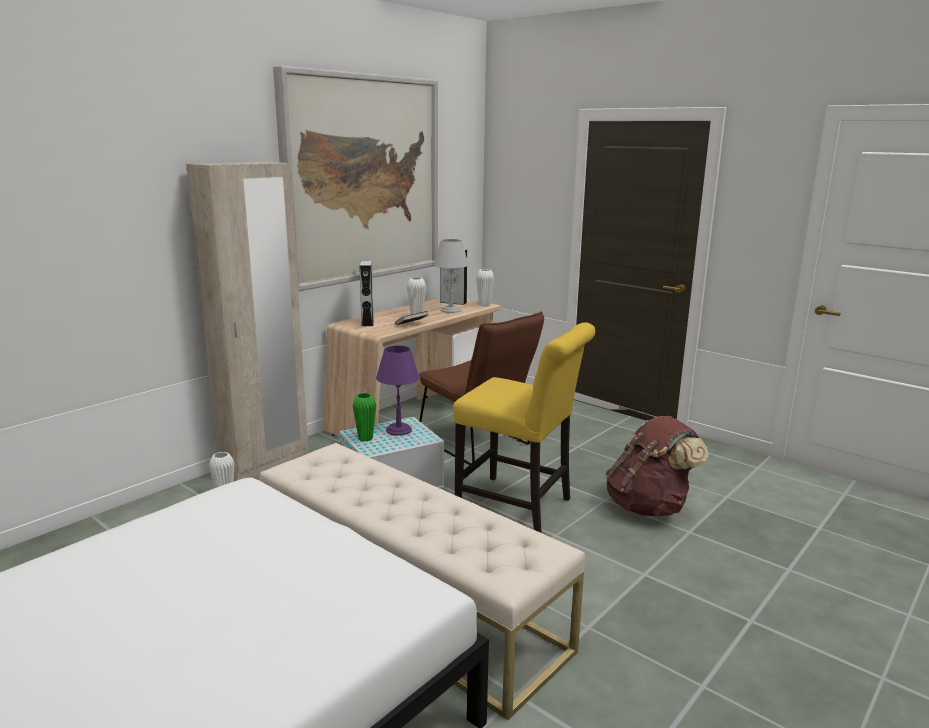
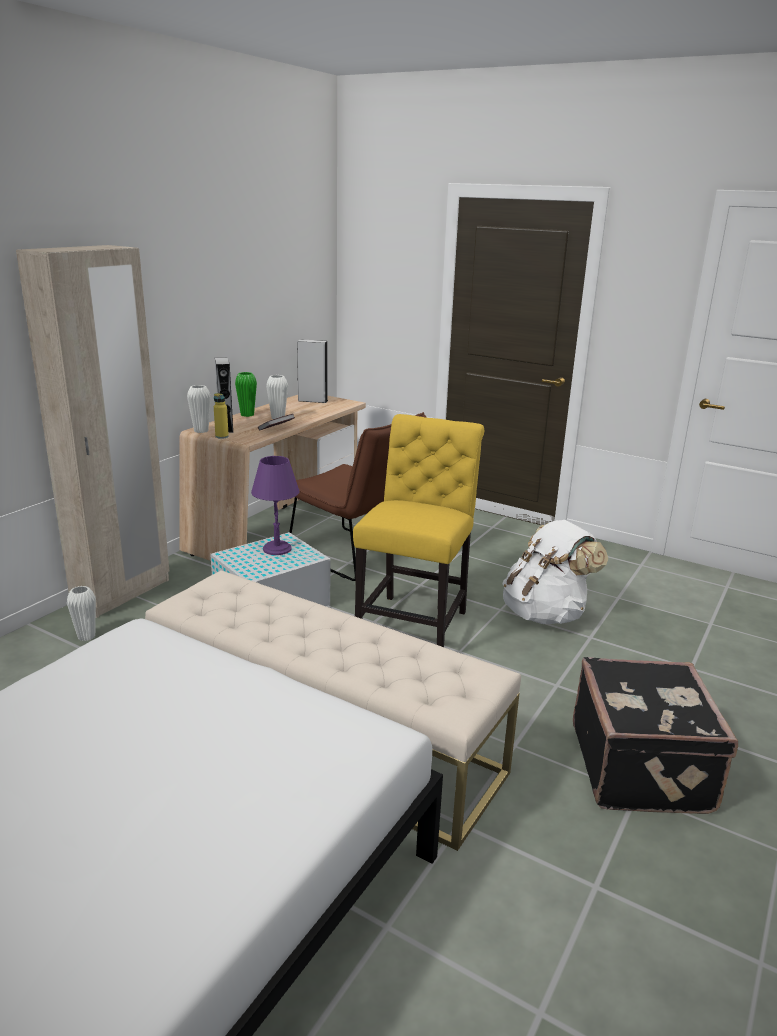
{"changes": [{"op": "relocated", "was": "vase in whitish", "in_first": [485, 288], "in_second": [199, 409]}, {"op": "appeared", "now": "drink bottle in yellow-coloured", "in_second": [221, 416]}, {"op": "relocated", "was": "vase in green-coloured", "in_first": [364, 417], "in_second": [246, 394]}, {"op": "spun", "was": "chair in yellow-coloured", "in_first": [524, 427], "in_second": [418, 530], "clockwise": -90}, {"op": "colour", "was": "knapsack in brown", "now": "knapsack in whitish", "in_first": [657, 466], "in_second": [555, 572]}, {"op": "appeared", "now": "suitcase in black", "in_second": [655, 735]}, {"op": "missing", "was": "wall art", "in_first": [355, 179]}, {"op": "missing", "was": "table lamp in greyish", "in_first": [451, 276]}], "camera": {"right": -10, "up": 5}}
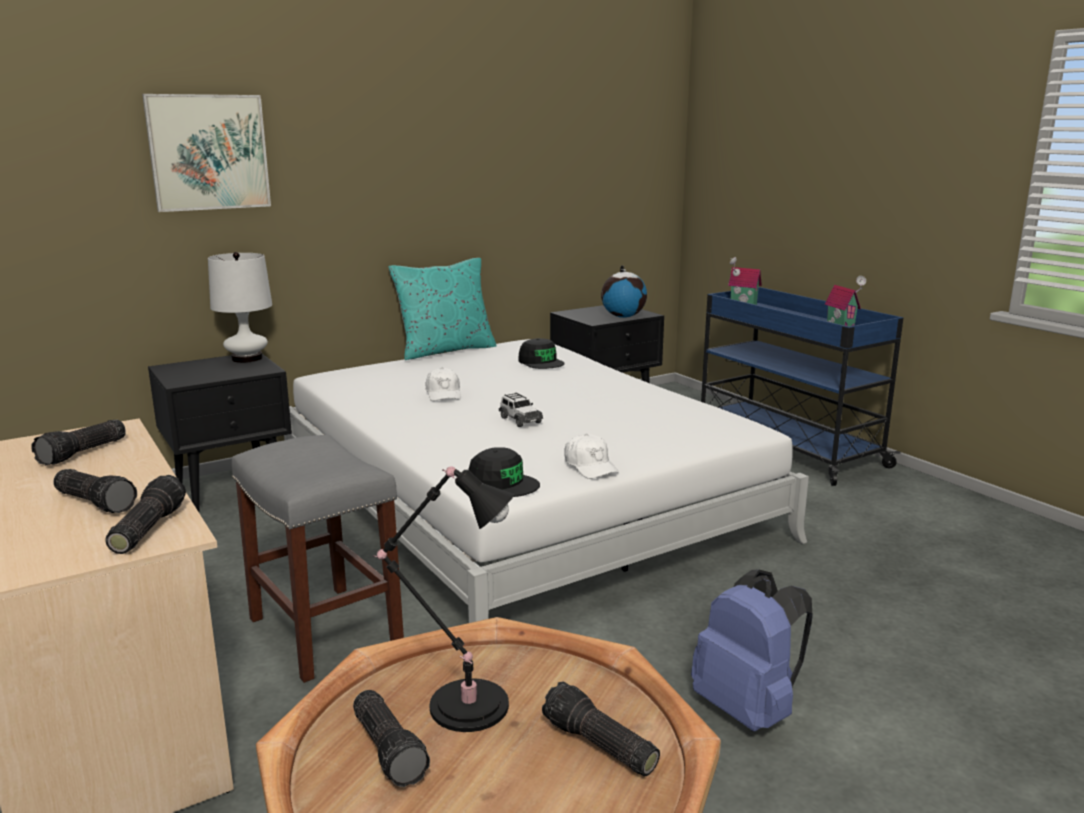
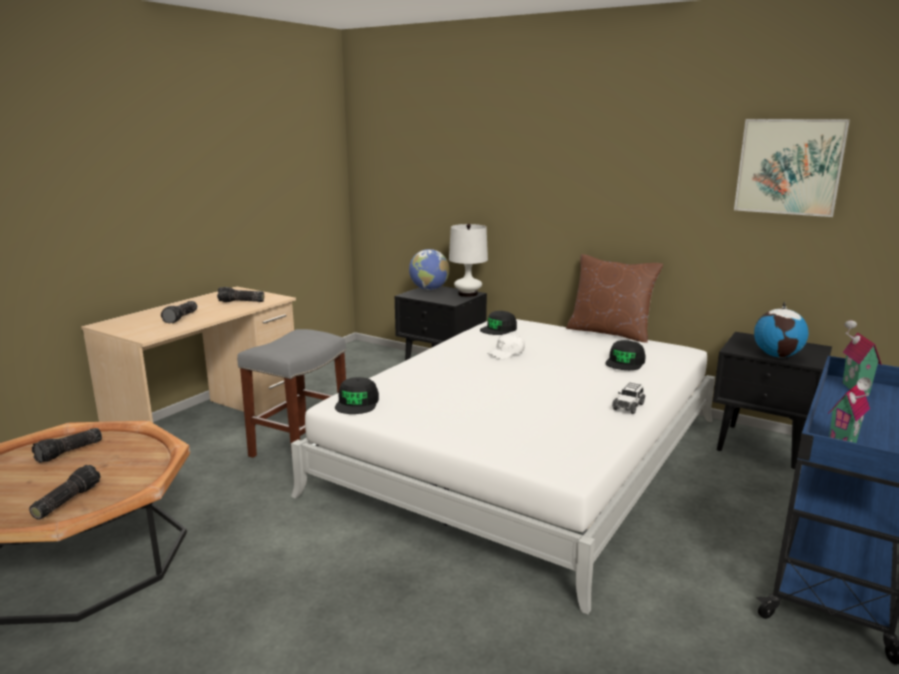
{"changes": [{"op": "appeared", "now": "globe", "in_second": [429, 269]}, {"op": "appeared", "now": "peaked cap in black", "in_second": [498, 323]}, {"op": "colour", "was": "cushion in turquoise", "now": "cushion in brown", "in_first": [443, 309], "in_second": [614, 298]}, {"op": "relocated", "was": "toy car", "in_first": [521, 409], "in_second": [628, 398]}, {"op": "relocated", "was": "wall art", "in_first": [206, 153], "in_second": [792, 168]}, {"op": "missing", "was": "flashlight", "in_first": [145, 514]}, {"op": "missing", "was": "table lamp in black", "in_first": [444, 599]}, {"op": "missing", "was": "peaked cap in whitish", "in_first": [592, 456]}, {"op": "missing", "was": "knapsack in blue-coloured", "in_first": [752, 650]}], "camera": {"right": 65, "up": 0}}
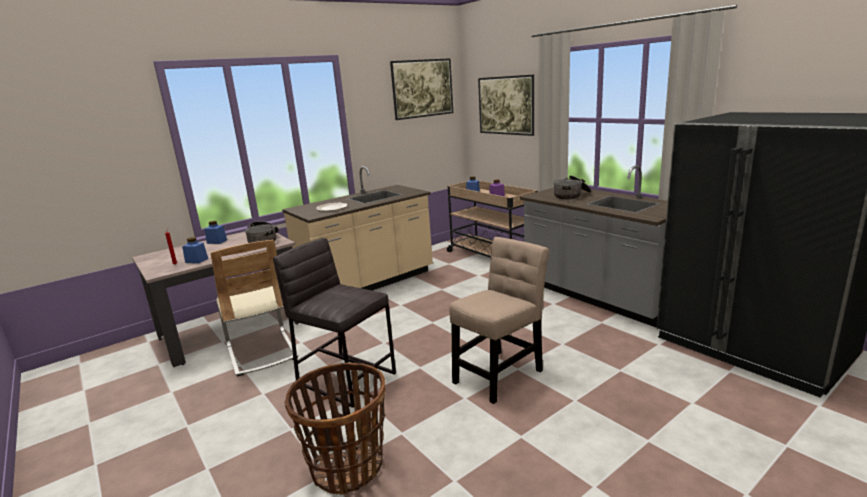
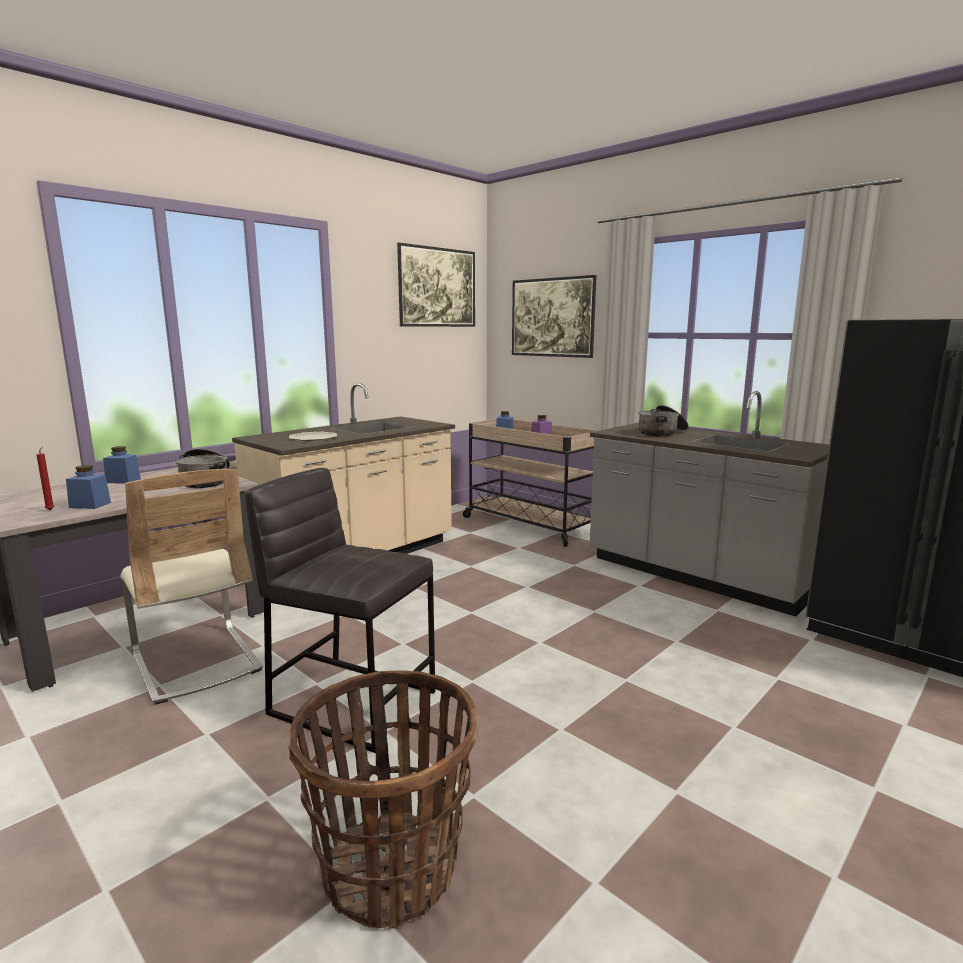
{"changes": [{"op": "missing", "was": "chair in beige", "in_first": [499, 320]}], "camera": {"right": -10, "up": -5}}
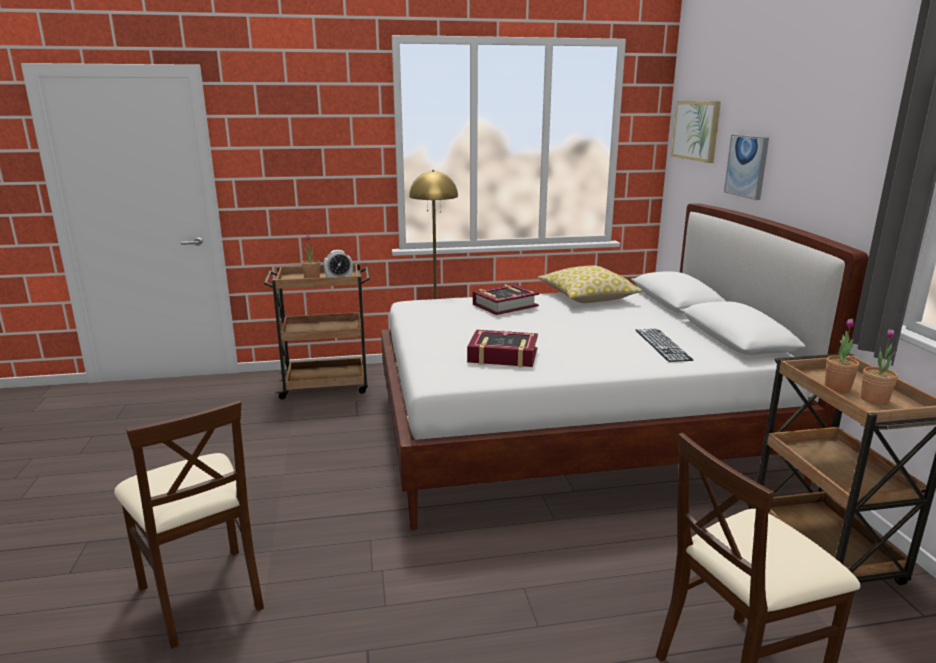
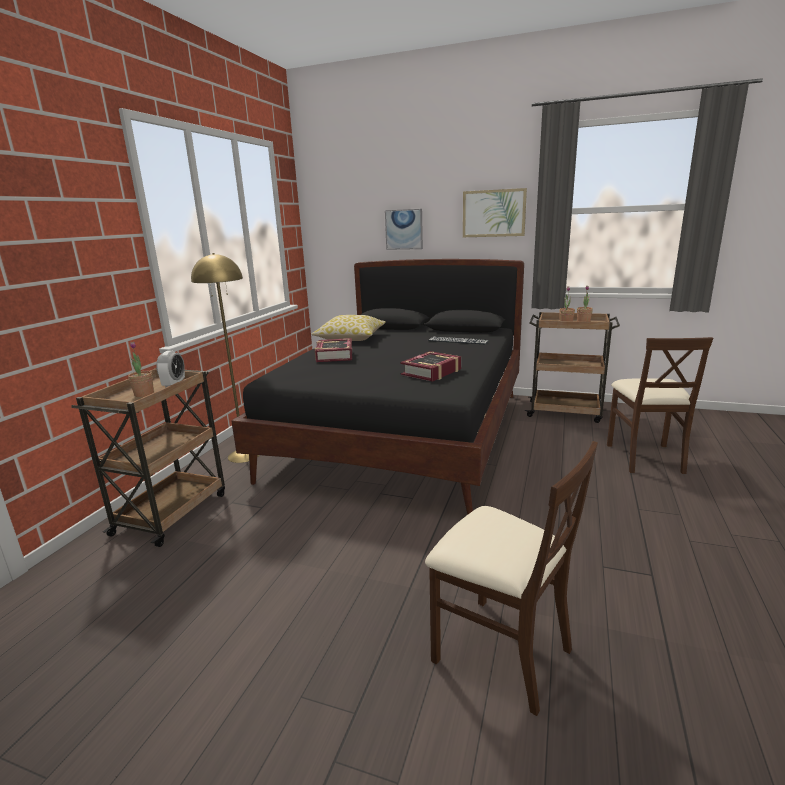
{"changes": [{"op": "colour", "was": "sleeping bed in whitish", "now": "sleeping bed in black", "in_first": [625, 366], "in_second": [377, 387]}, {"op": "spun", "was": "chair in beige", "in_first": [189, 524], "in_second": [511, 578], "clockwise": 45}, {"op": "relocated", "was": "wall art", "in_first": [696, 132], "in_second": [495, 212]}], "camera": {"right": -60, "up": 0}}
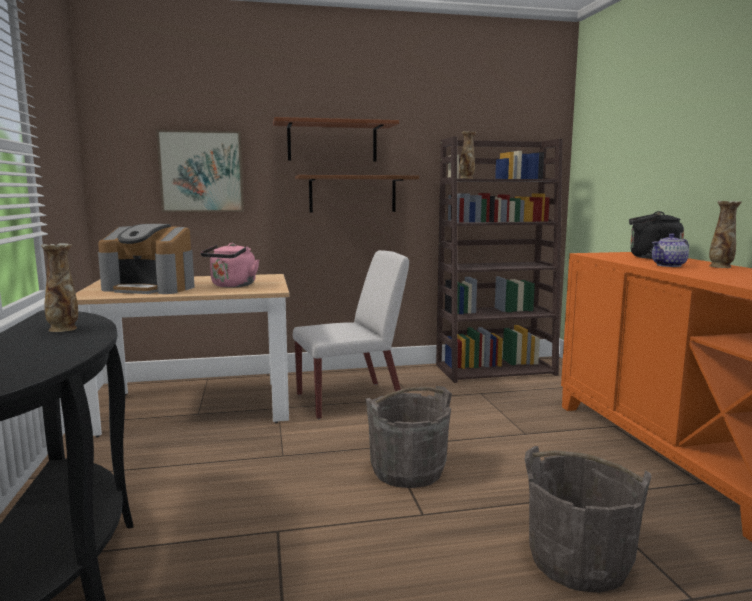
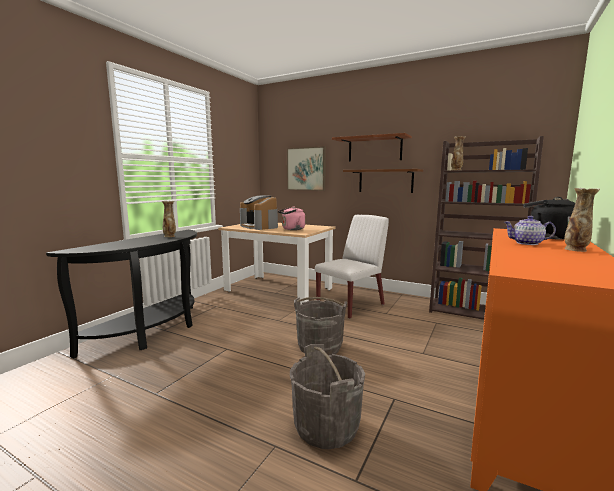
{"changes": [{"op": "spun", "was": "chair in whitish", "in_first": [351, 334], "in_second": [352, 267], "clockwise": -60}], "camera": {"right": 40, "up": 0}}
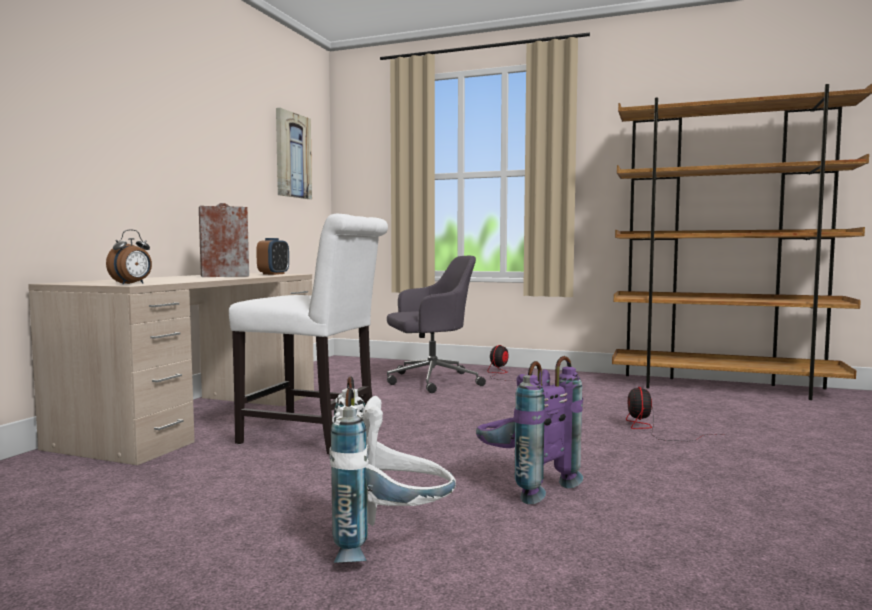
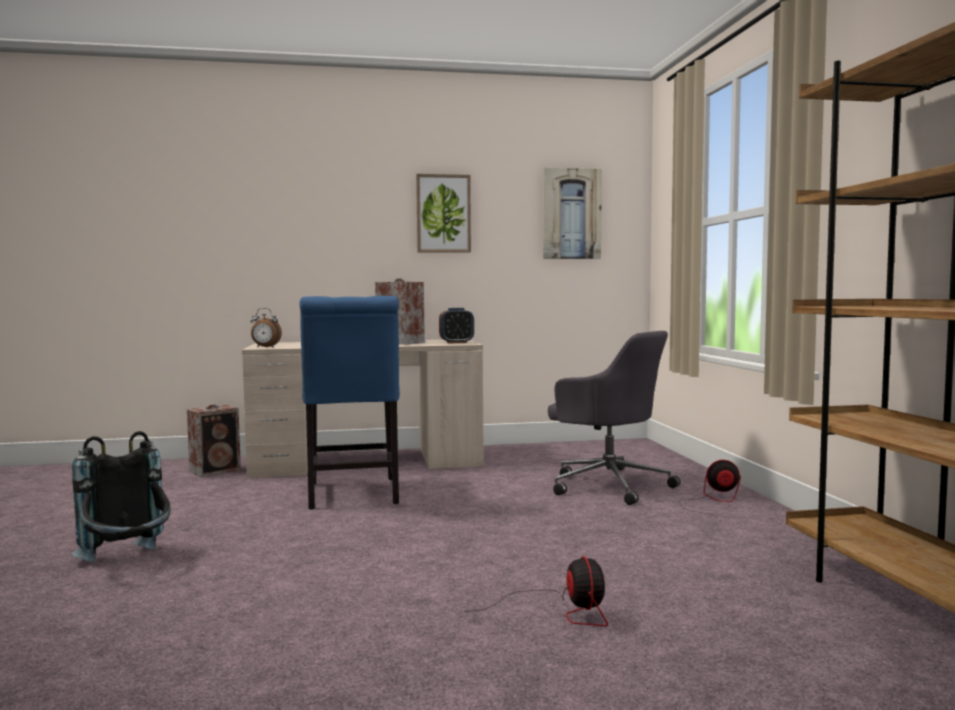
{"changes": [{"op": "colour", "was": "knapsack in whitish", "now": "knapsack in black", "in_first": [392, 469], "in_second": [121, 496]}, {"op": "appeared", "now": "speaker", "in_second": [214, 440]}, {"op": "colour", "was": "chair in whitish", "now": "chair in blue-coloured", "in_first": [308, 334], "in_second": [349, 403]}, {"op": "appeared", "now": "wall art", "in_second": [443, 213]}, {"op": "spun", "was": "cooling fan", "in_first": [675, 414], "in_second": [536, 591], "clockwise": 105}, {"op": "missing", "was": "knapsack in purplish", "in_first": [529, 430]}], "camera": {"right": 60, "up": 0}}
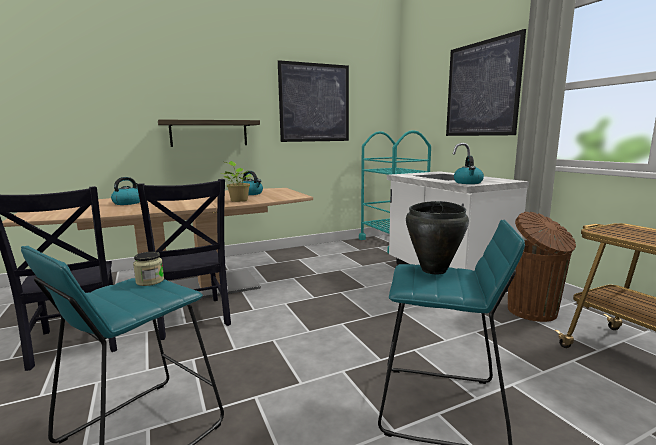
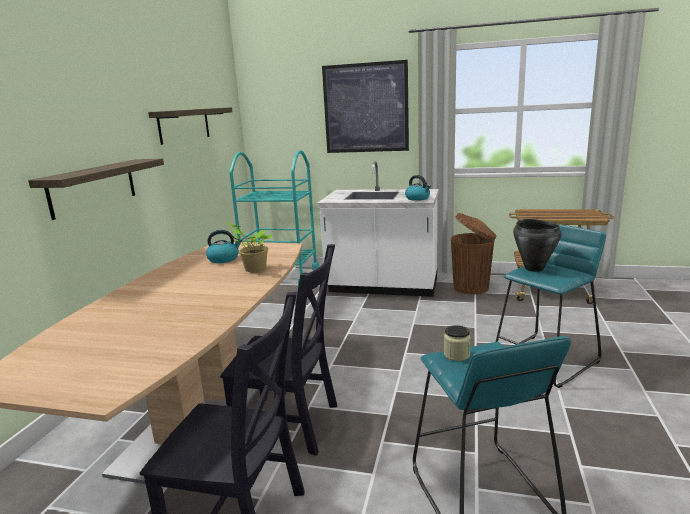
{"changes": [{"op": "exchanged", "was": "wall art", "now": "bracket shelf", "in_first": [313, 101], "in_second": [190, 126]}, {"op": "missing", "was": "kettle", "in_first": [125, 191]}], "camera": {"right": -50, "up": 5}}
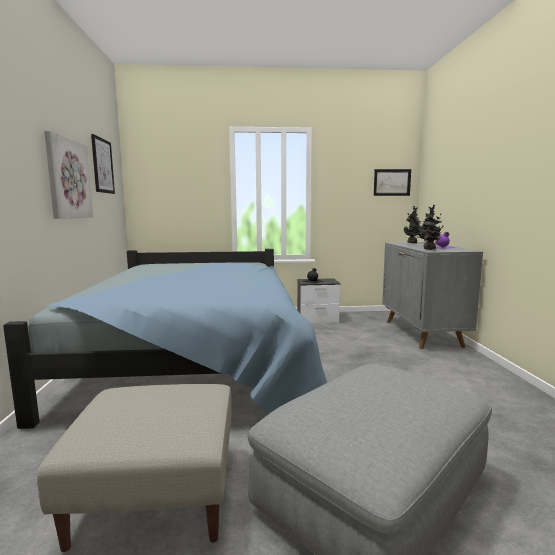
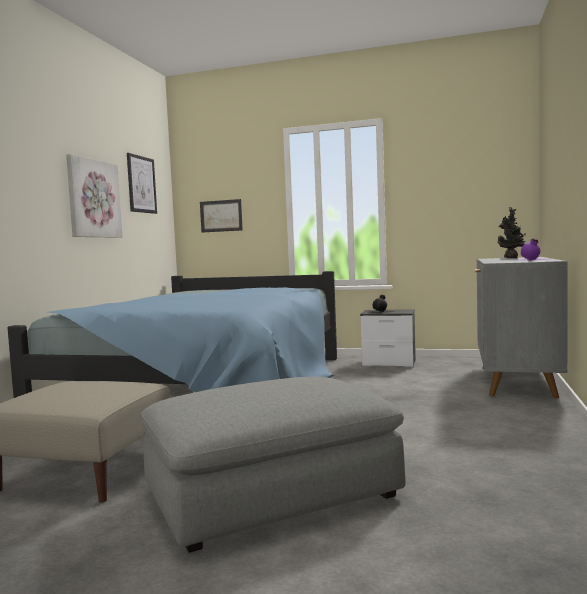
{"changes": [{"op": "relocated", "was": "wall art", "in_first": [392, 182], "in_second": [221, 216]}, {"op": "missing", "was": "potted plant", "in_first": [429, 227]}], "camera": {"right": 20, "up": -5}}
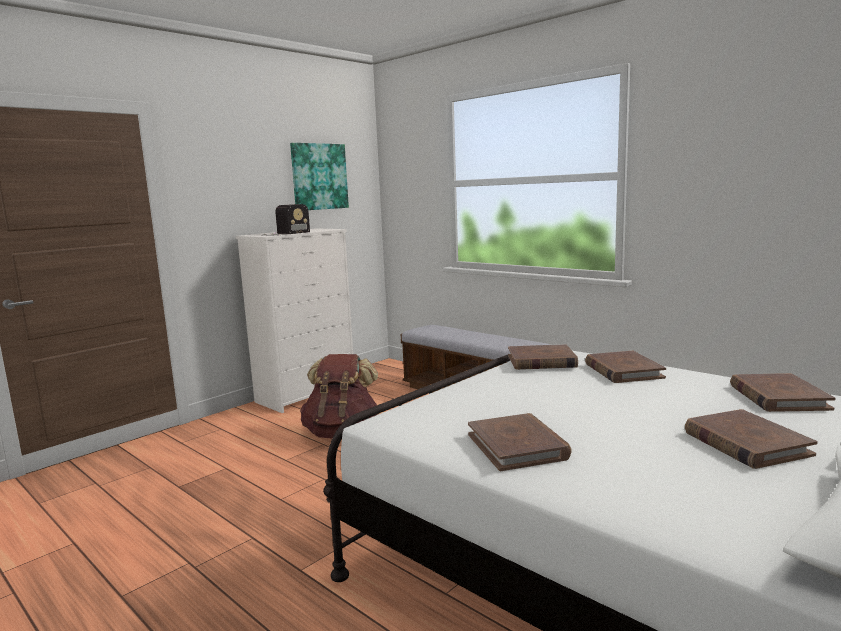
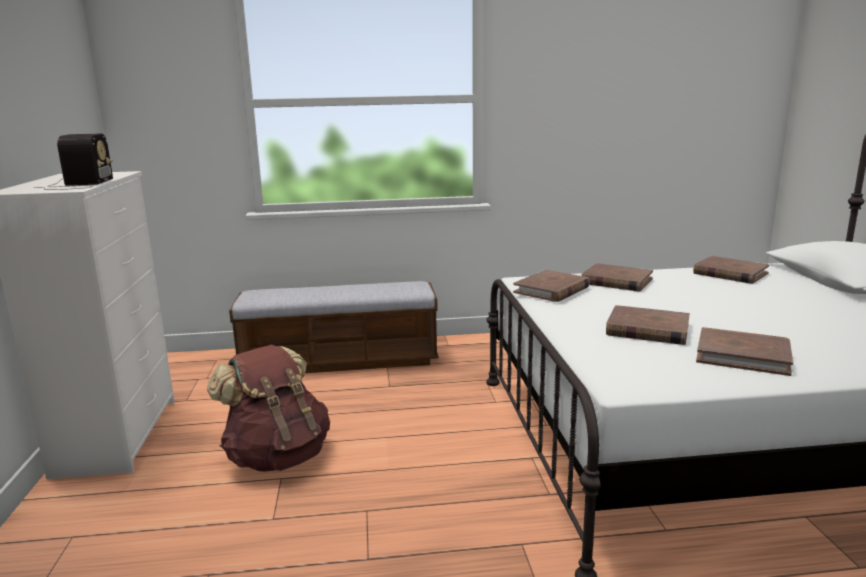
{"changes": [{"op": "relocated", "was": "book in brown", "in_first": [751, 439], "in_second": [648, 325]}, {"op": "missing", "was": "wall art", "in_first": [319, 176]}], "camera": {"right": -50, "up": 5}}
